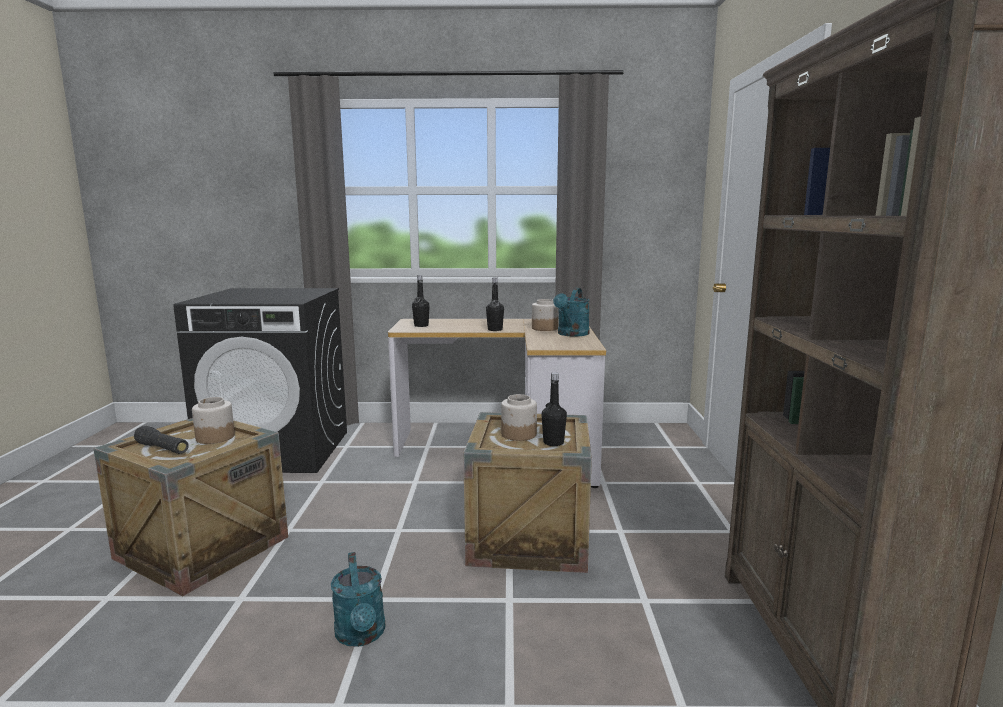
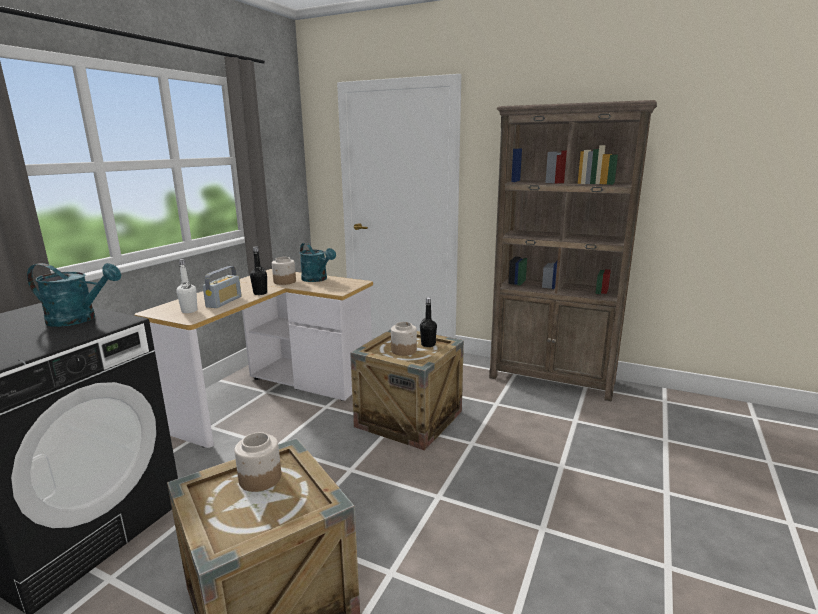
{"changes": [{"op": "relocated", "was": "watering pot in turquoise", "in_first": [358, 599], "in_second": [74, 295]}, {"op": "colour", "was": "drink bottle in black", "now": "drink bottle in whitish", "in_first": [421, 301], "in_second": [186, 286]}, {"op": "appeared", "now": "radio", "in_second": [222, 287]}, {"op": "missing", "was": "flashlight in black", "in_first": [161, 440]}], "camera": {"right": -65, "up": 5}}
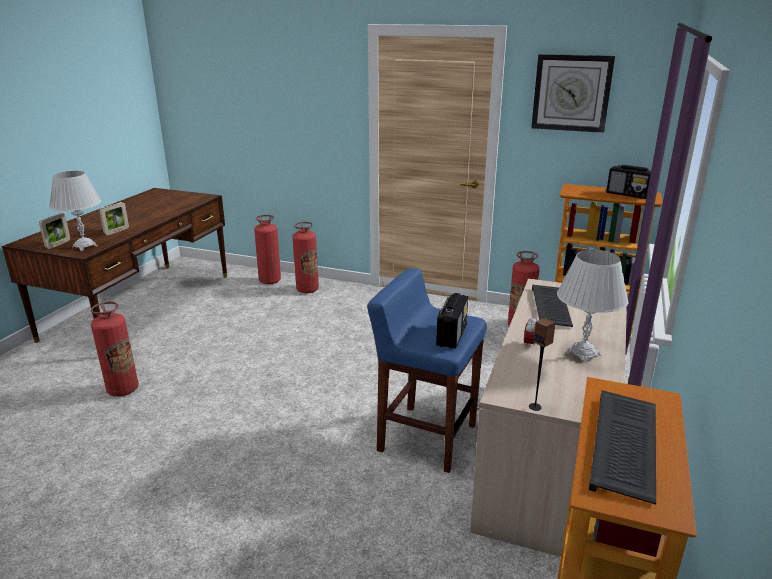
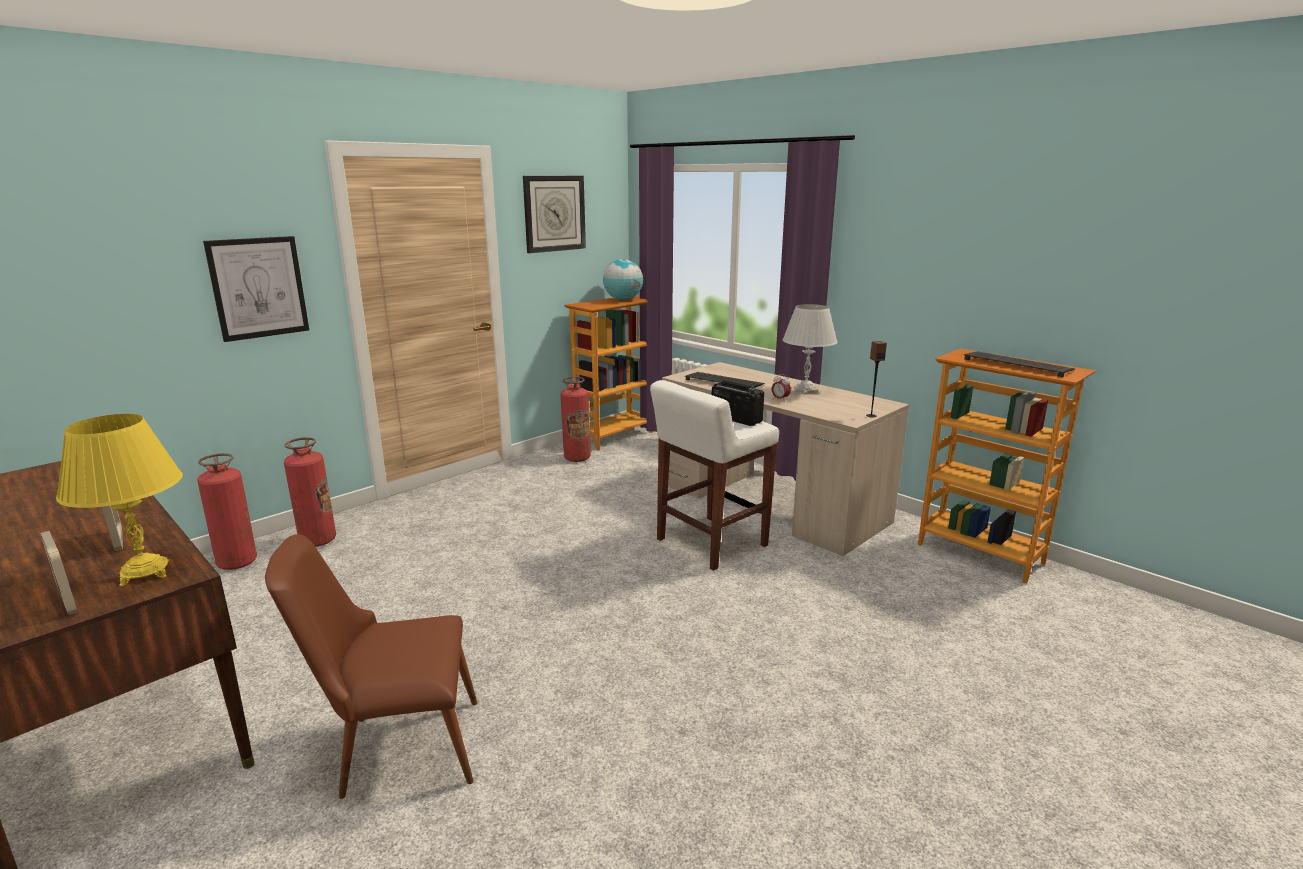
{"changes": [{"op": "colour", "was": "table lamp in whitish", "now": "table lamp in yellow-coloured", "in_first": [75, 211], "in_second": [119, 500]}, {"op": "appeared", "now": "wall art", "in_second": [256, 289]}, {"op": "exchanged", "was": "fire-fighting cylinder", "now": "chair in brown", "in_first": [115, 349], "in_second": [371, 666]}, {"op": "exchanged", "was": "radio", "now": "globe", "in_first": [628, 182], "in_second": [623, 279]}, {"op": "colour", "was": "sitting stool in blue-coloured", "now": "sitting stool in whitish", "in_first": [427, 370], "in_second": [714, 475]}], "camera": {"right": -65, "up": -5}}
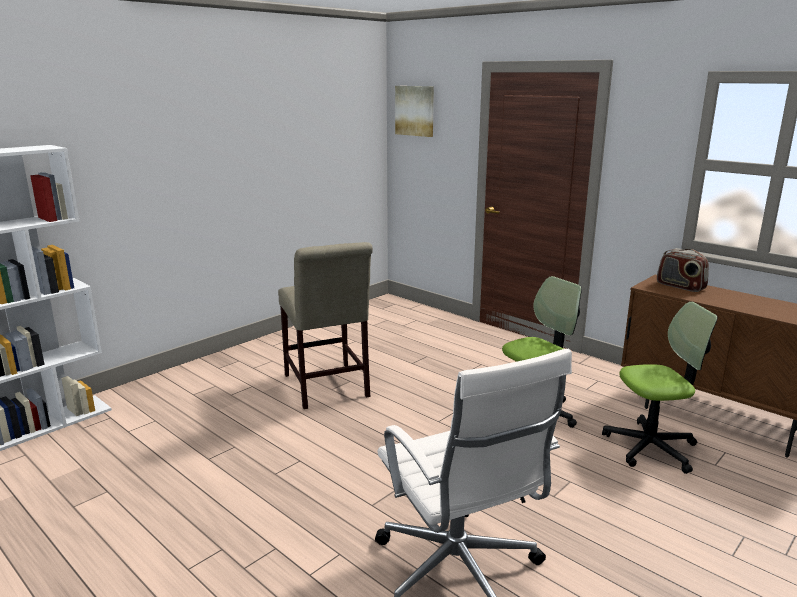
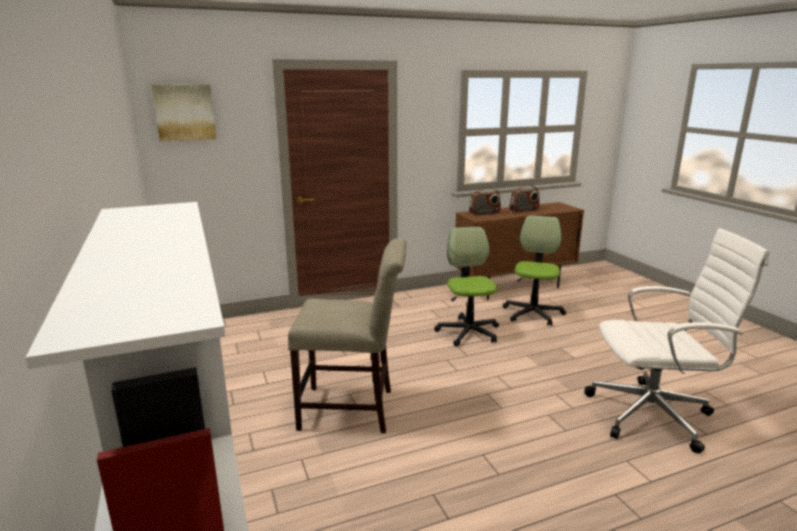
{"changes": [{"op": "appeared", "now": "radio", "in_second": [524, 198]}], "camera": {"right": -65, "up": 0}}
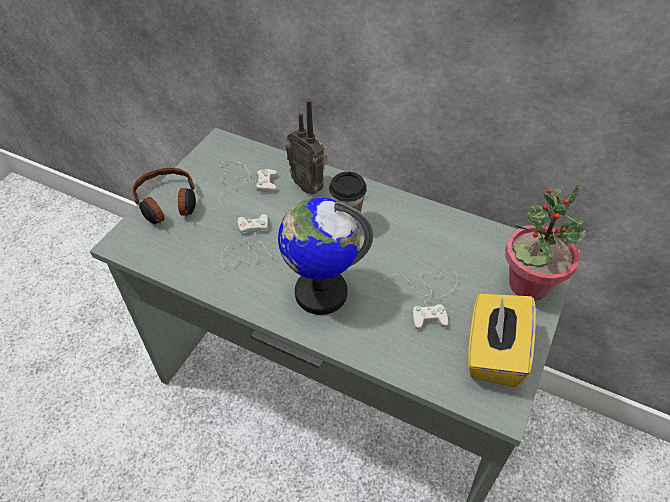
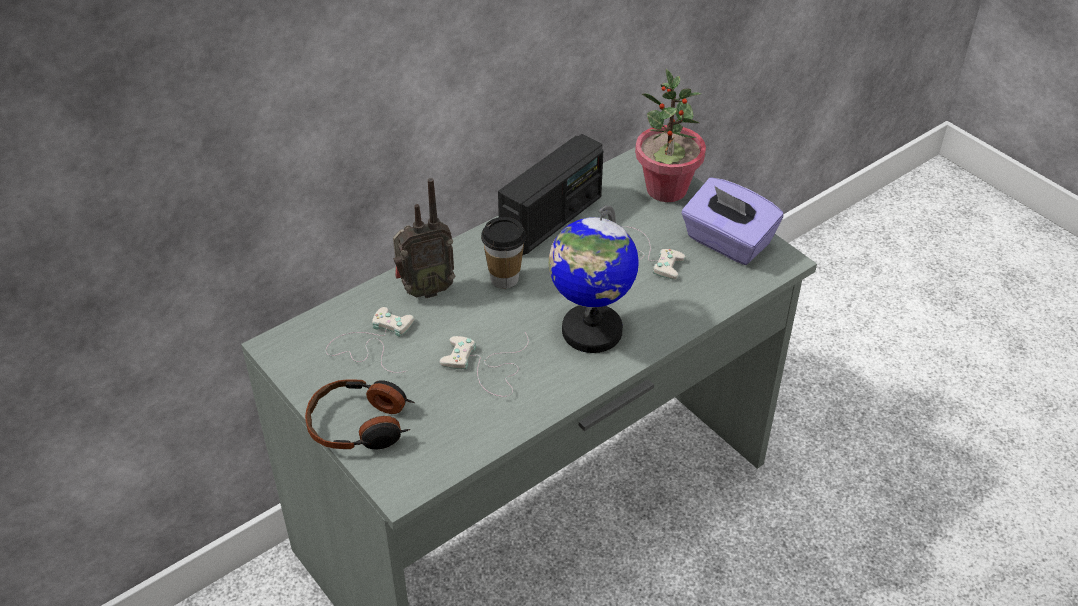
{"changes": [{"op": "appeared", "now": "radio", "in_second": [550, 195]}, {"op": "colour", "was": "tissue box in yellow-coloured", "now": "tissue box in purplish", "in_first": [502, 340], "in_second": [732, 221]}], "camera": {"right": -65, "up": -5}}
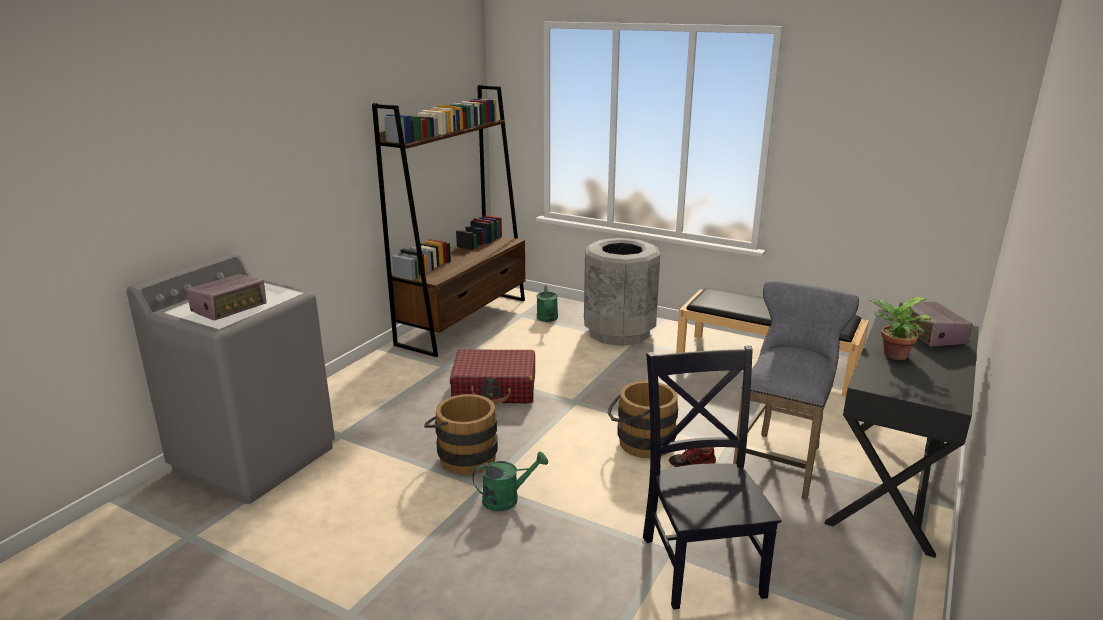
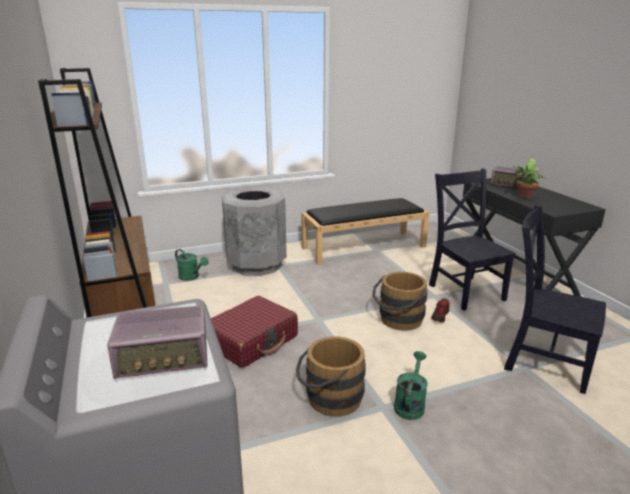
{"changes": [{"op": "spun", "was": "radio", "in_first": [227, 297], "in_second": [157, 342], "clockwise": 90}, {"op": "exchanged", "was": "sitting stool in greyish", "now": "chair in black", "in_first": [796, 390], "in_second": [472, 240]}], "camera": {"right": -50, "up": 0}}
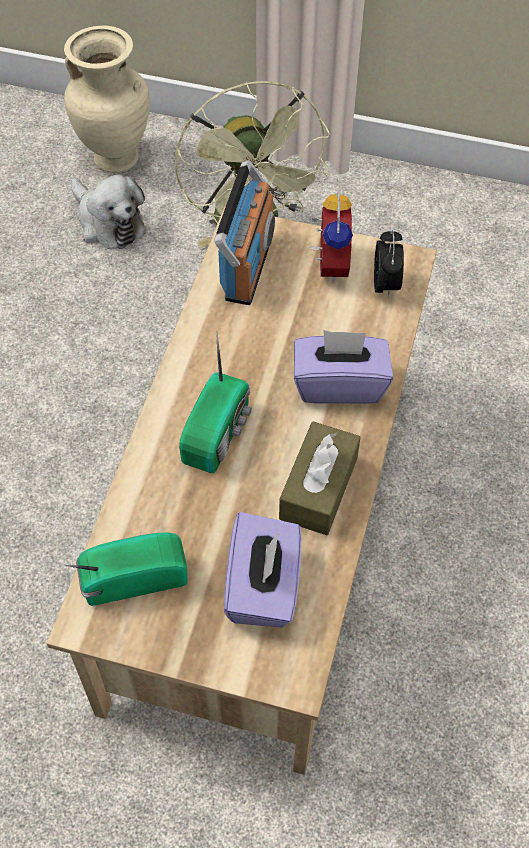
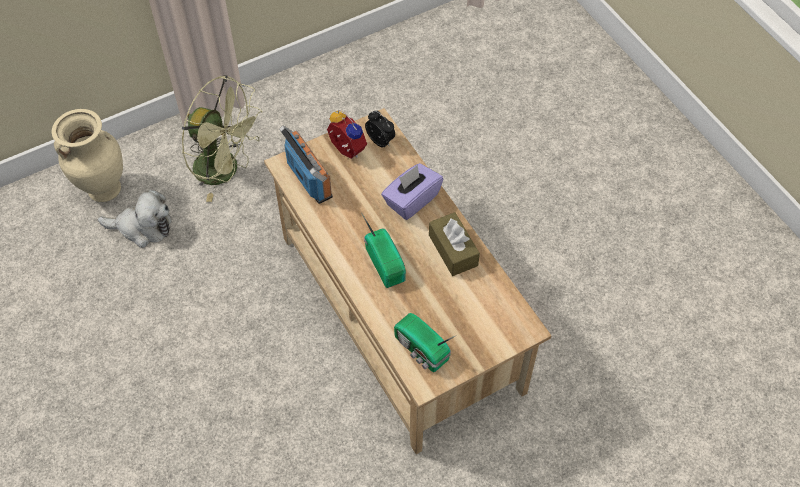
{"changes": [{"op": "spun", "was": "radio", "in_first": [126, 569], "in_second": [424, 342], "clockwise": -75}, {"op": "missing", "was": "tissue box in purplish", "in_first": [263, 570]}], "camera": {"right": -45, "up": 0}}
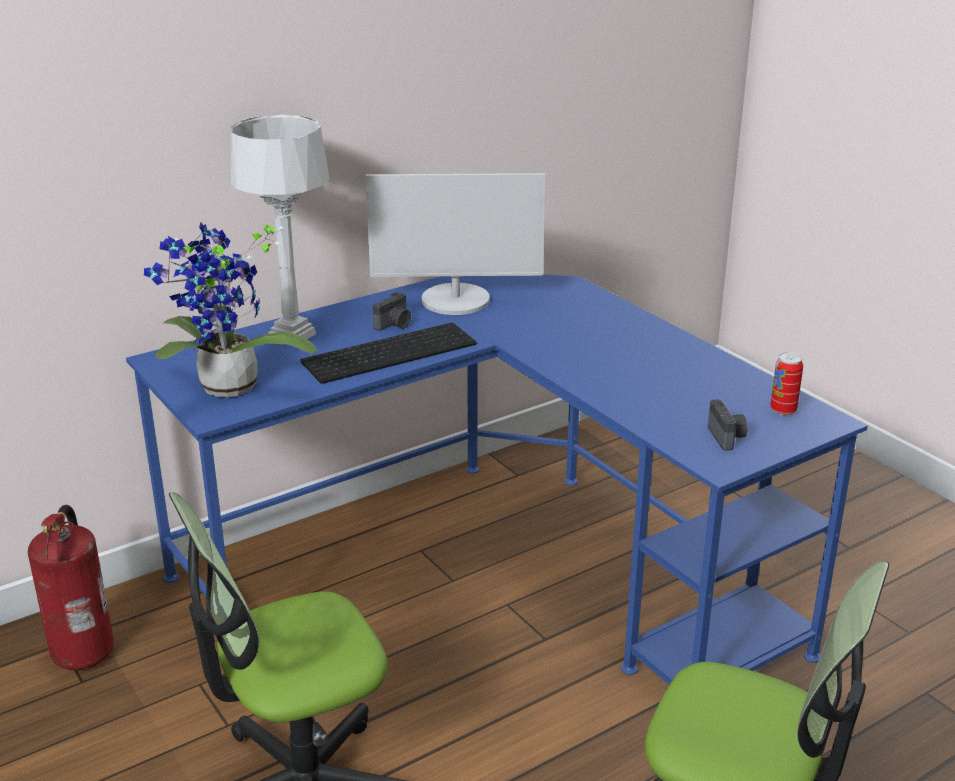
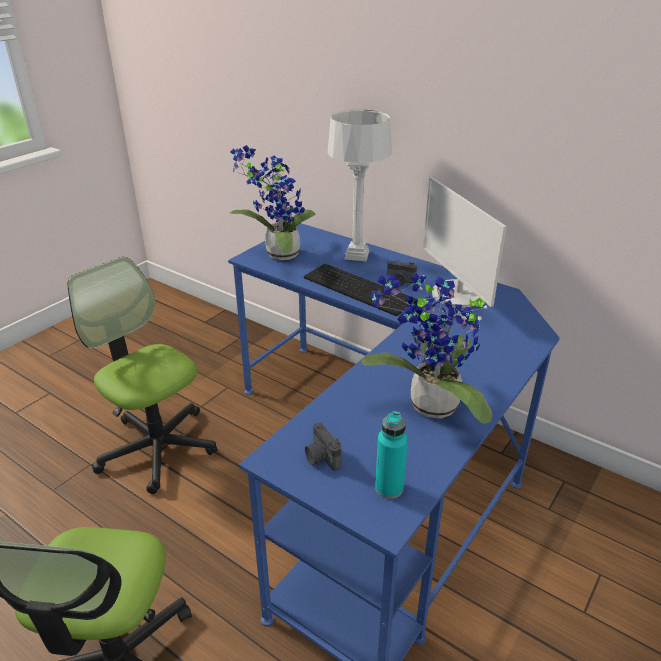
{"changes": [{"op": "spun", "was": "still camera", "in_first": [728, 425], "in_second": [323, 447], "clockwise": 90}, {"op": "appeared", "now": "potted plant", "in_second": [427, 348]}, {"op": "exchanged", "was": "metal can", "now": "drink bottle in turquoise", "in_first": [786, 384], "in_second": [391, 455]}, {"op": "missing", "was": "fire-fighting cylinder", "in_first": [71, 587]}], "camera": {"right": 70, "up": 5}}
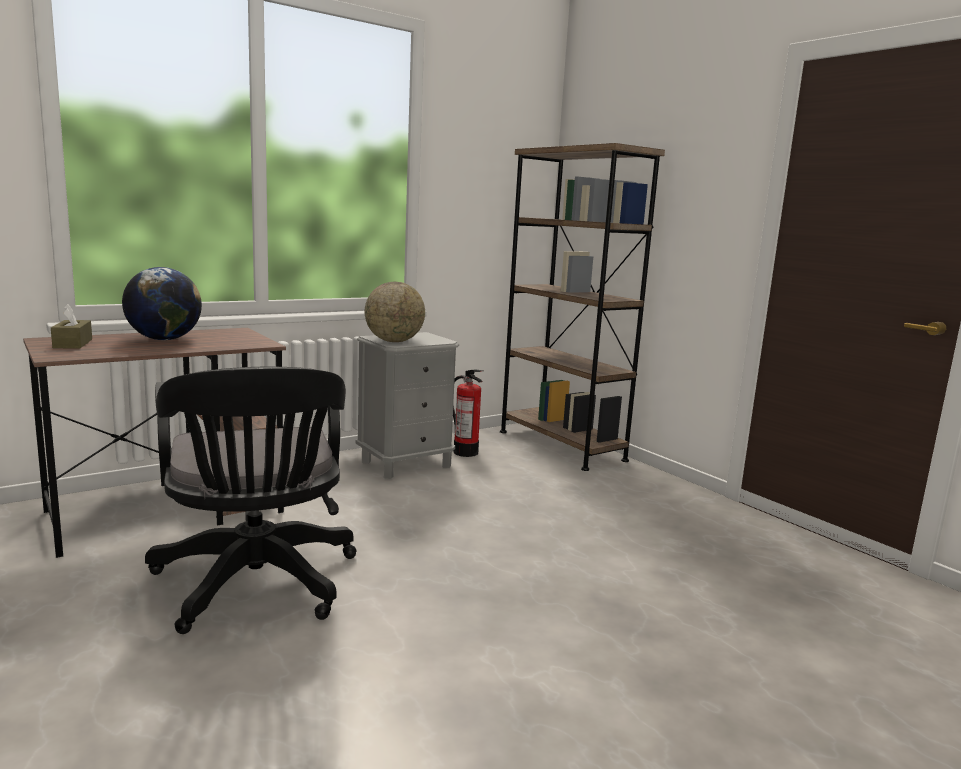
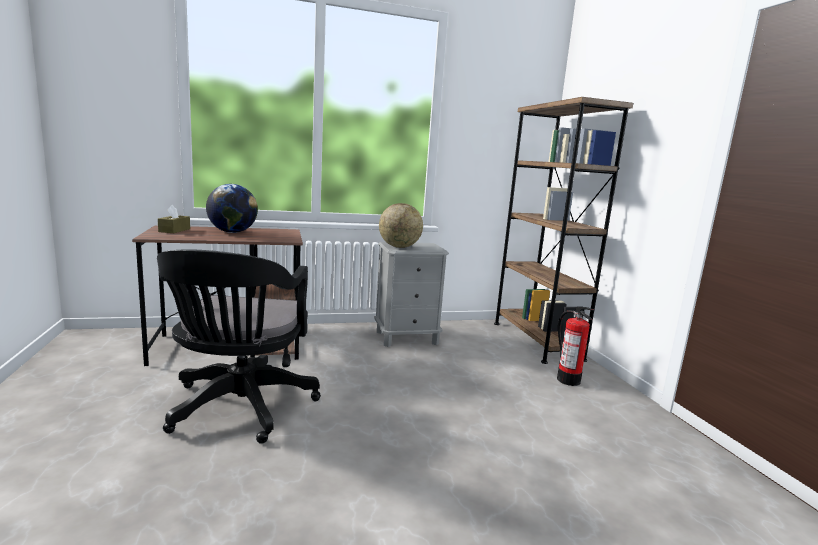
{"changes": [{"op": "relocated", "was": "fire-fighting cylinder", "in_first": [468, 413], "in_second": [576, 346]}], "camera": {"right": 20, "up": 0}}
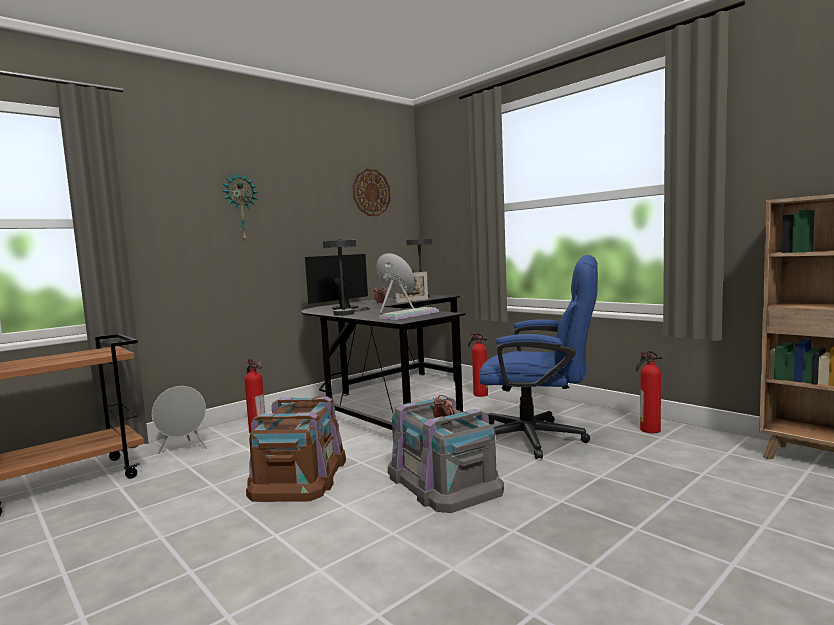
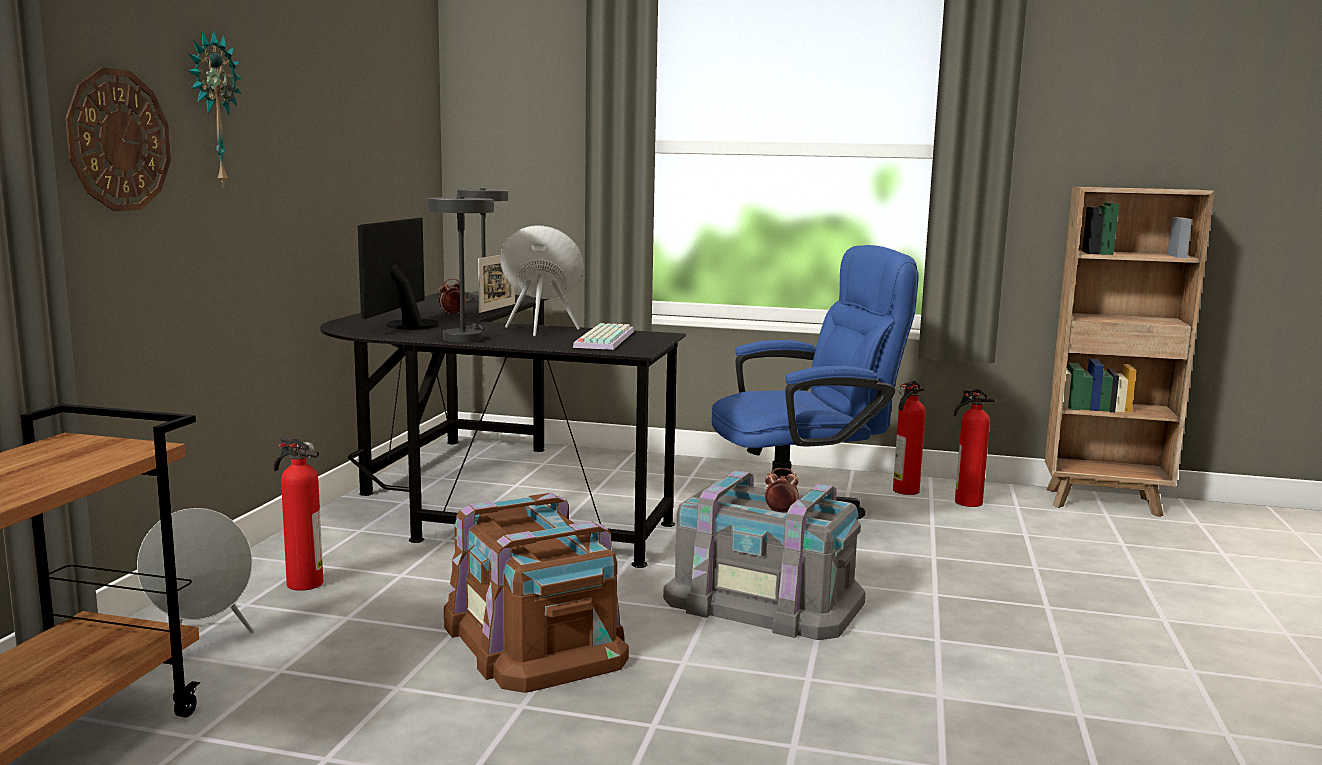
{"changes": [{"op": "relocated", "was": "hanging clock", "in_first": [372, 192], "in_second": [118, 139]}, {"op": "relocated", "was": "fire-fighting cylinder", "in_first": [478, 365], "in_second": [974, 448]}], "camera": {"right": -35, "up": 5}}
